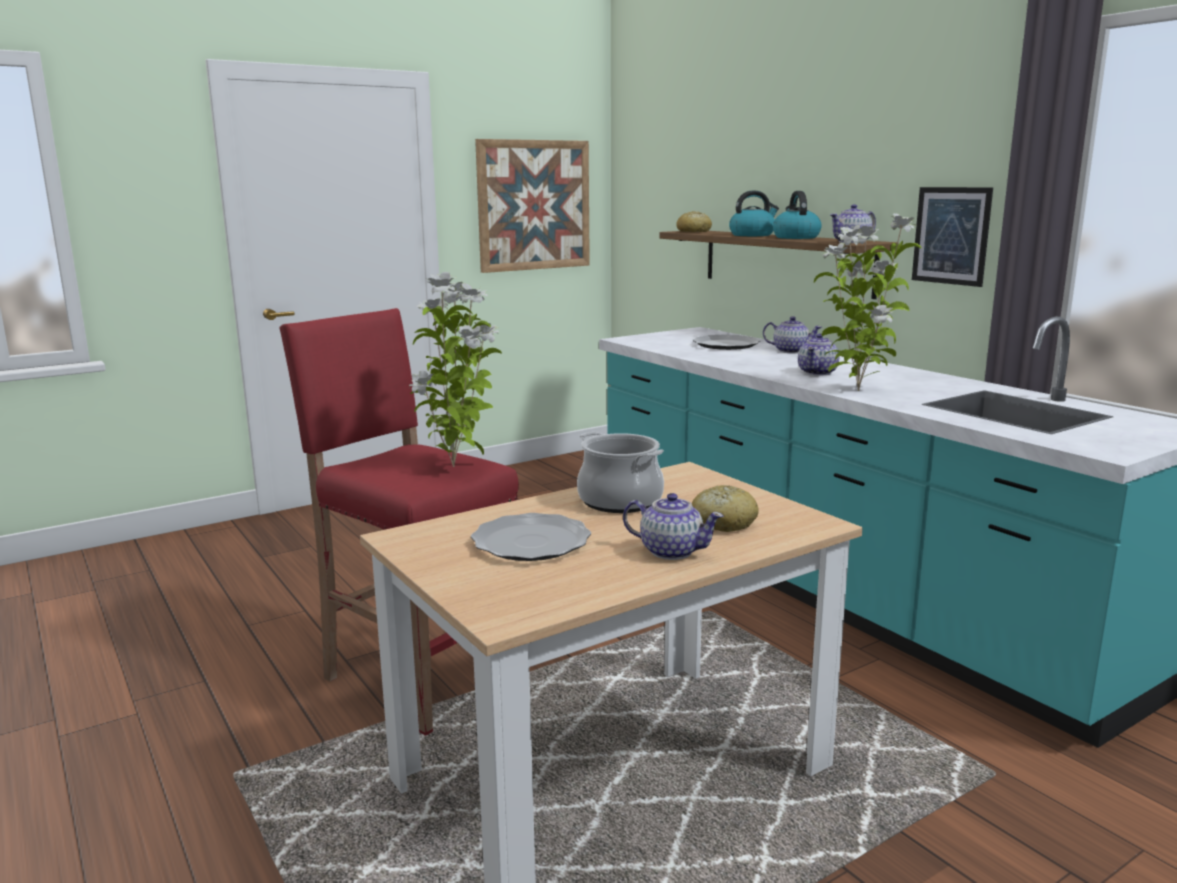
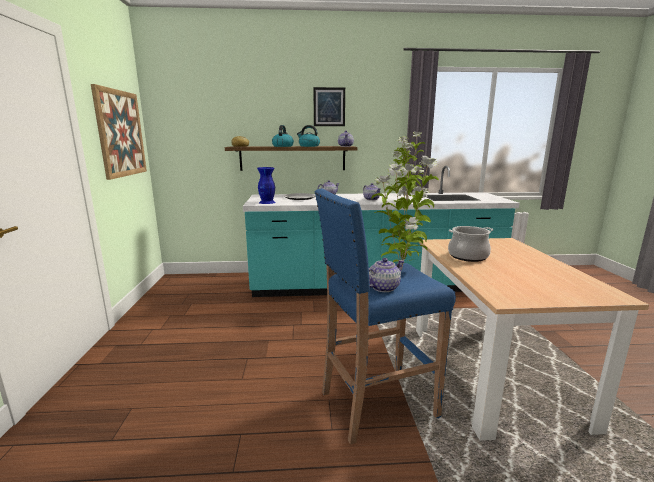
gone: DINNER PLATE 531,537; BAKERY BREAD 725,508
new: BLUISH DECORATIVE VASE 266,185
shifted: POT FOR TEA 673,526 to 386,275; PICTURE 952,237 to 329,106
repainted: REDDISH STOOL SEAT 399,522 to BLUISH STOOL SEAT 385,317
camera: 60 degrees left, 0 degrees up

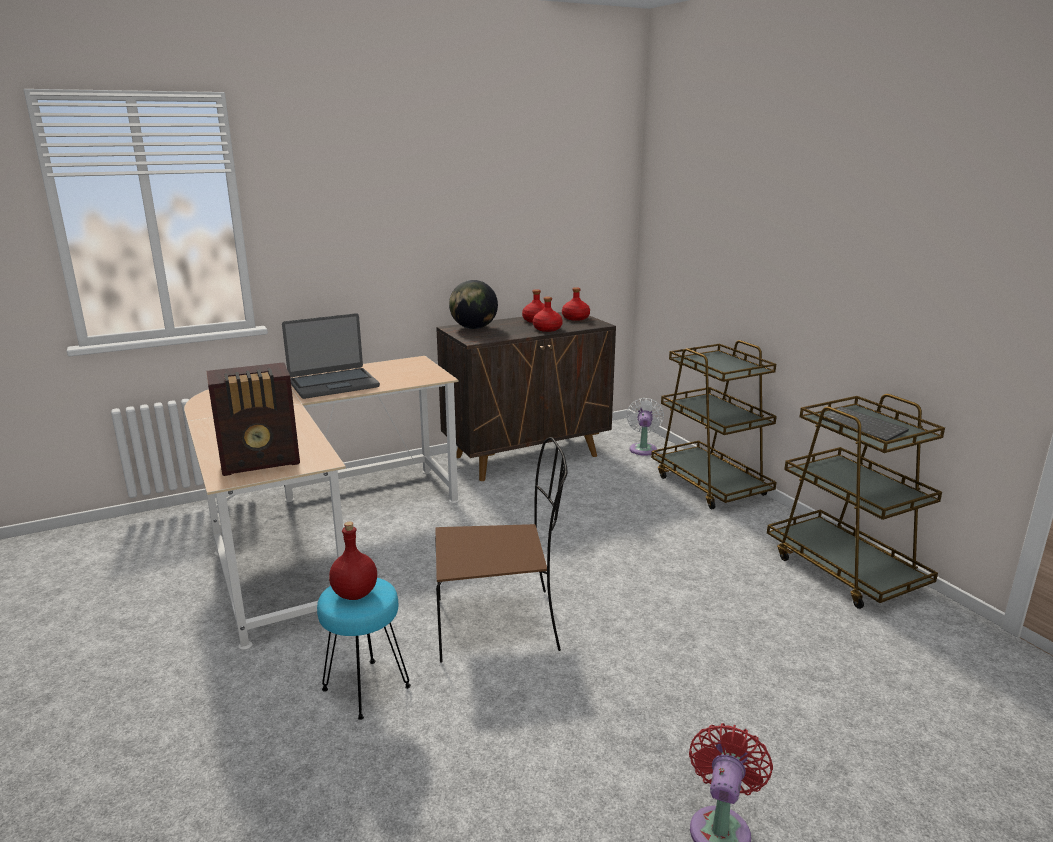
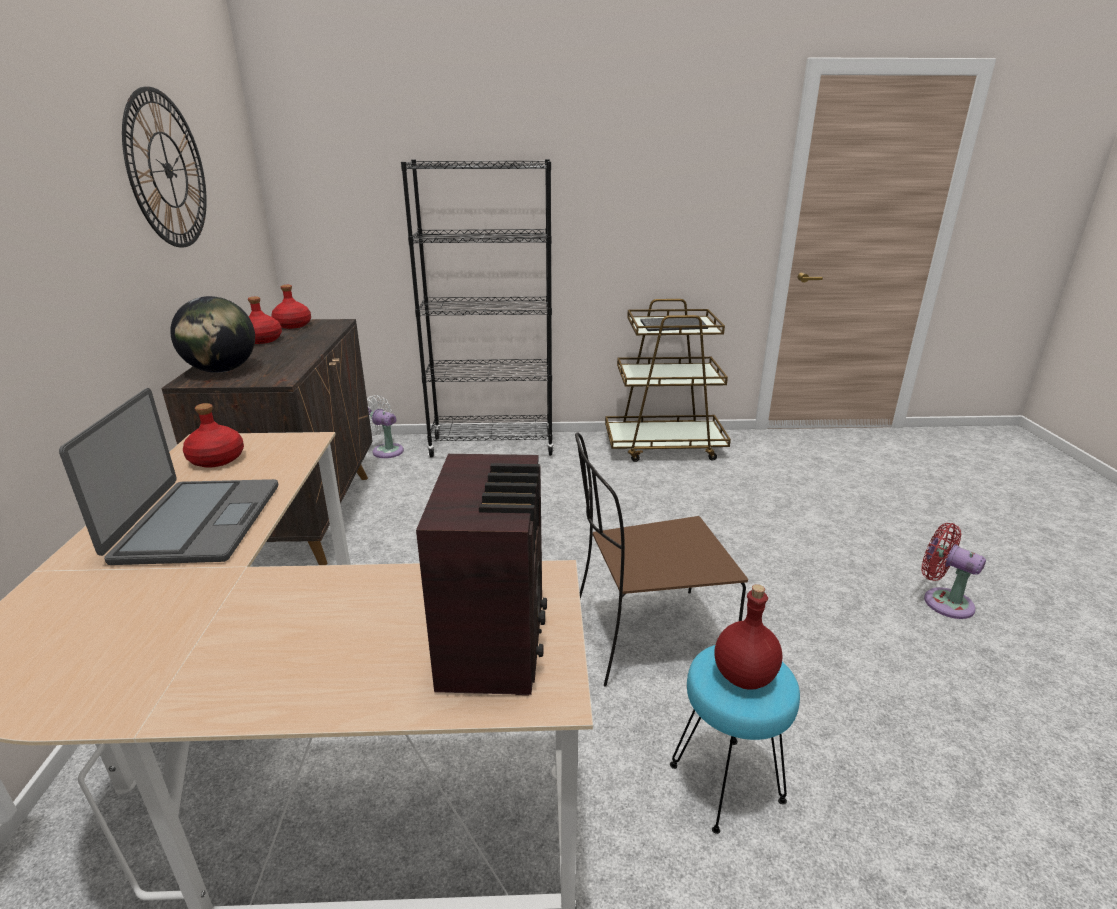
new: CLOCK ON THE WALL 164,167
shifted: REDDISH DRINK BOTTLE 548,314 to 213,435
swapped: BROWNISH WHEELED CART 714,425 to BLACKISH BOOKSHELF 477,308
rotated: BROWNISH PLAIN CHAIR 501,549 = 661,559 120 degrees counterclockwise
camera: 65 degrees left, 5 degrees up

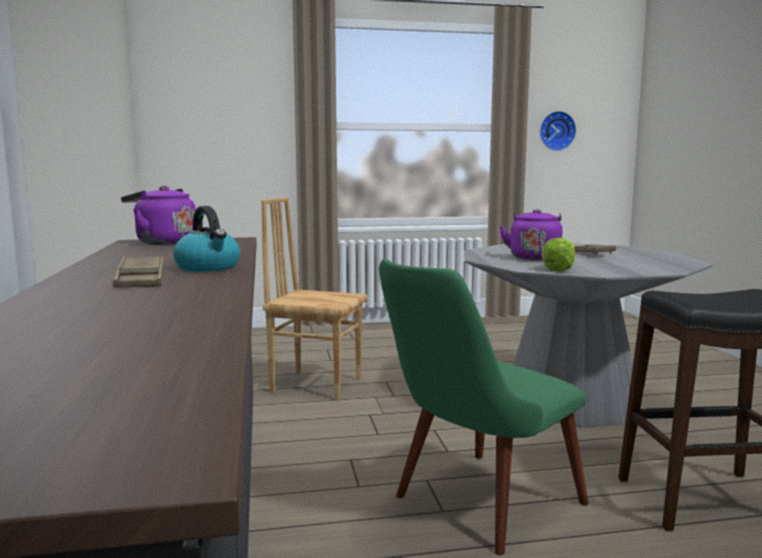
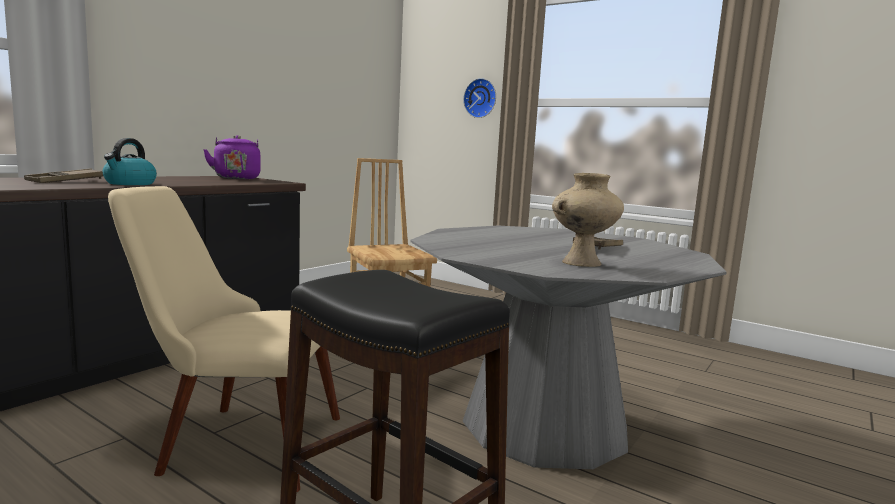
gone: PURPLE WATER KETTLE 531,234; LETTUCE 558,254
new: BEIGE-COLOURED DECORATIVE VASE 588,220
shifted: CLOCK ON THE WALL 558,131 to 479,98
repainted: GREEN-COLOURED PLAIN CHAIR 484,406 to BEIGE-COLOURED PLAIN CHAIR 224,339
camera: 45 degrees right, 0 degrees up

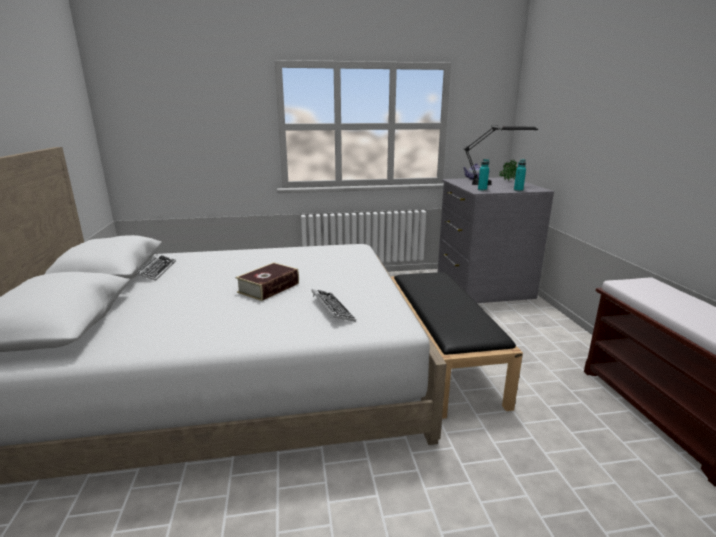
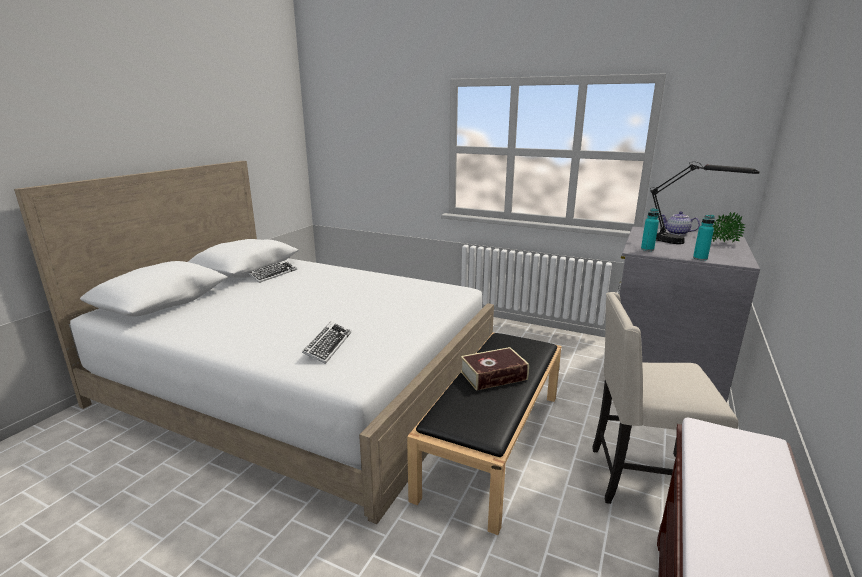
new: BEIGE-COLOURED PLAIN CHAIR 665,398
shifted: BOUND BOOK 267,281 to 494,369
camera: 35 degrees right, 0 degrees up

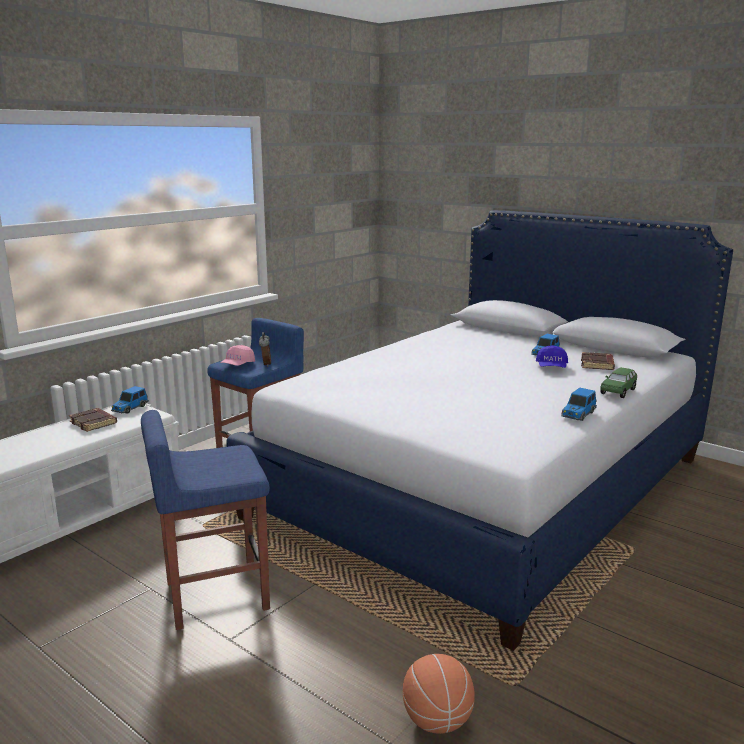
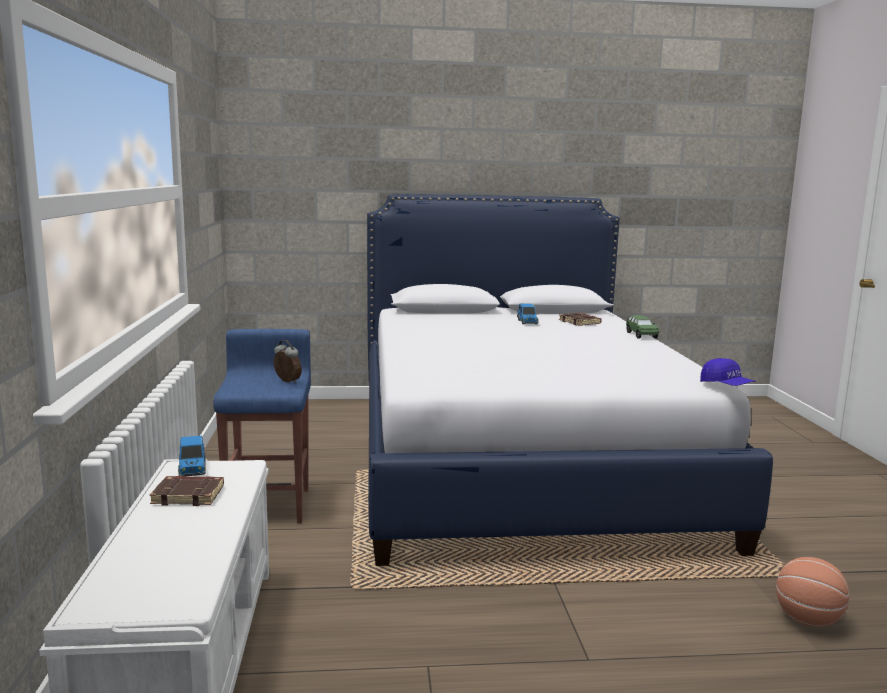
gone: BLUISH STOOL SEAT 205,520; PINKISH BASEBALL CAP 237,355; MODEL CAR 579,404
shifted: BLUISH BASEBALL CAP 552,356 to 728,372
camera: 45 degrees left, 5 degrees down

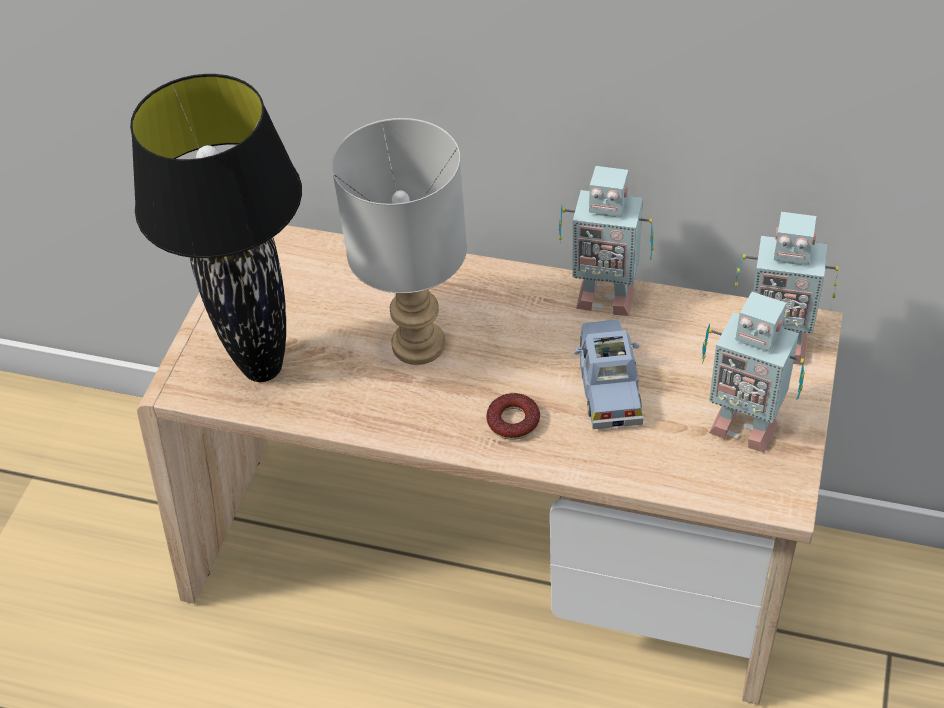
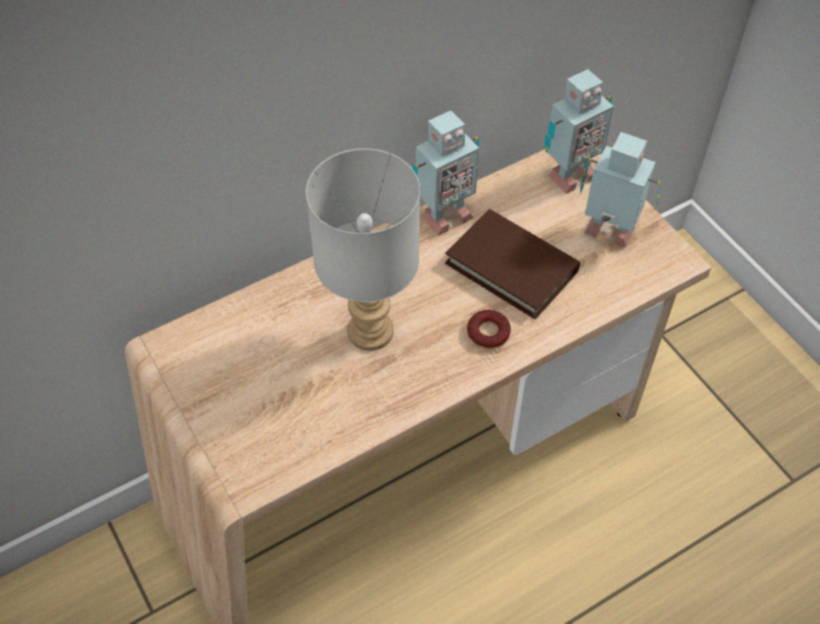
gone: BLACKISH TABLETOP LAMP 216,228
swapped: BLUISH MODEL CAR 608,374 to BROWNISH BOUND BOOK 512,264
rotated: ROBOT FIGURE 753,372 = 621,189 135 degrees counterclockwise
camera: 50 degrees left, 5 degrees up

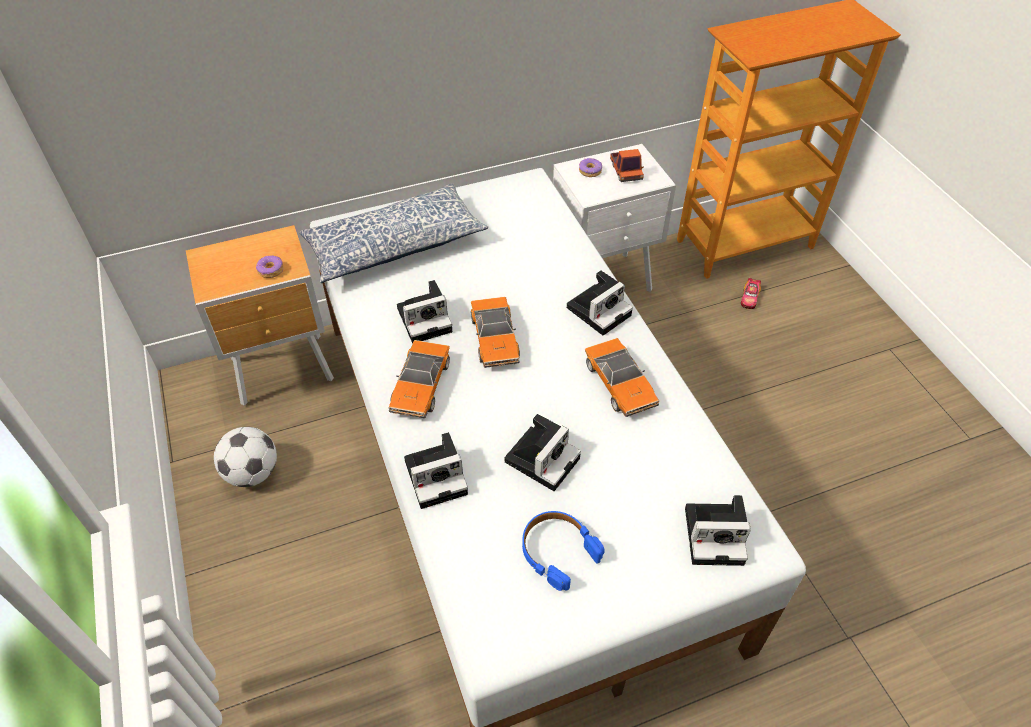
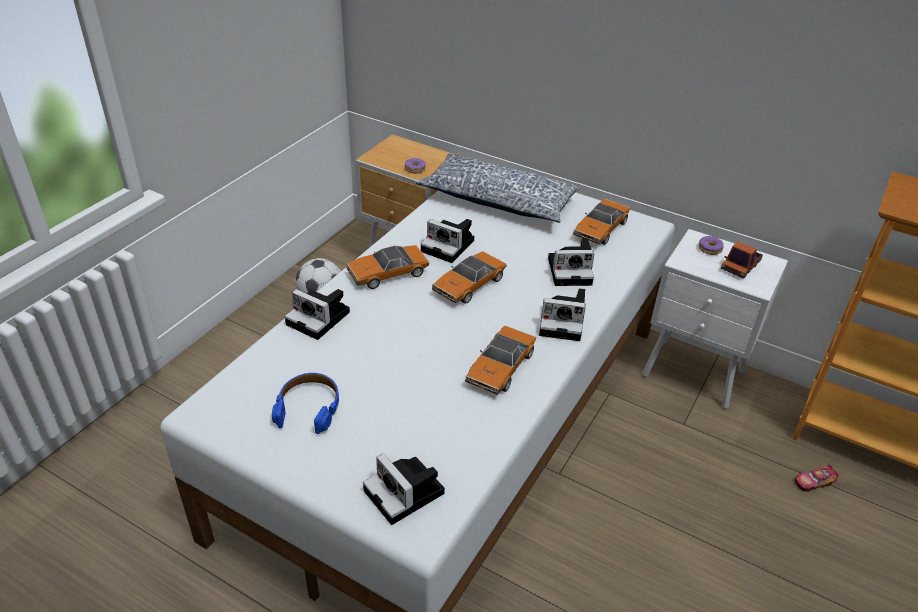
new: MODEL CAR 601,222
shifted: STILL CAMERA 543,452 to 571,262
camera: 50 degrees right, 10 degrees down

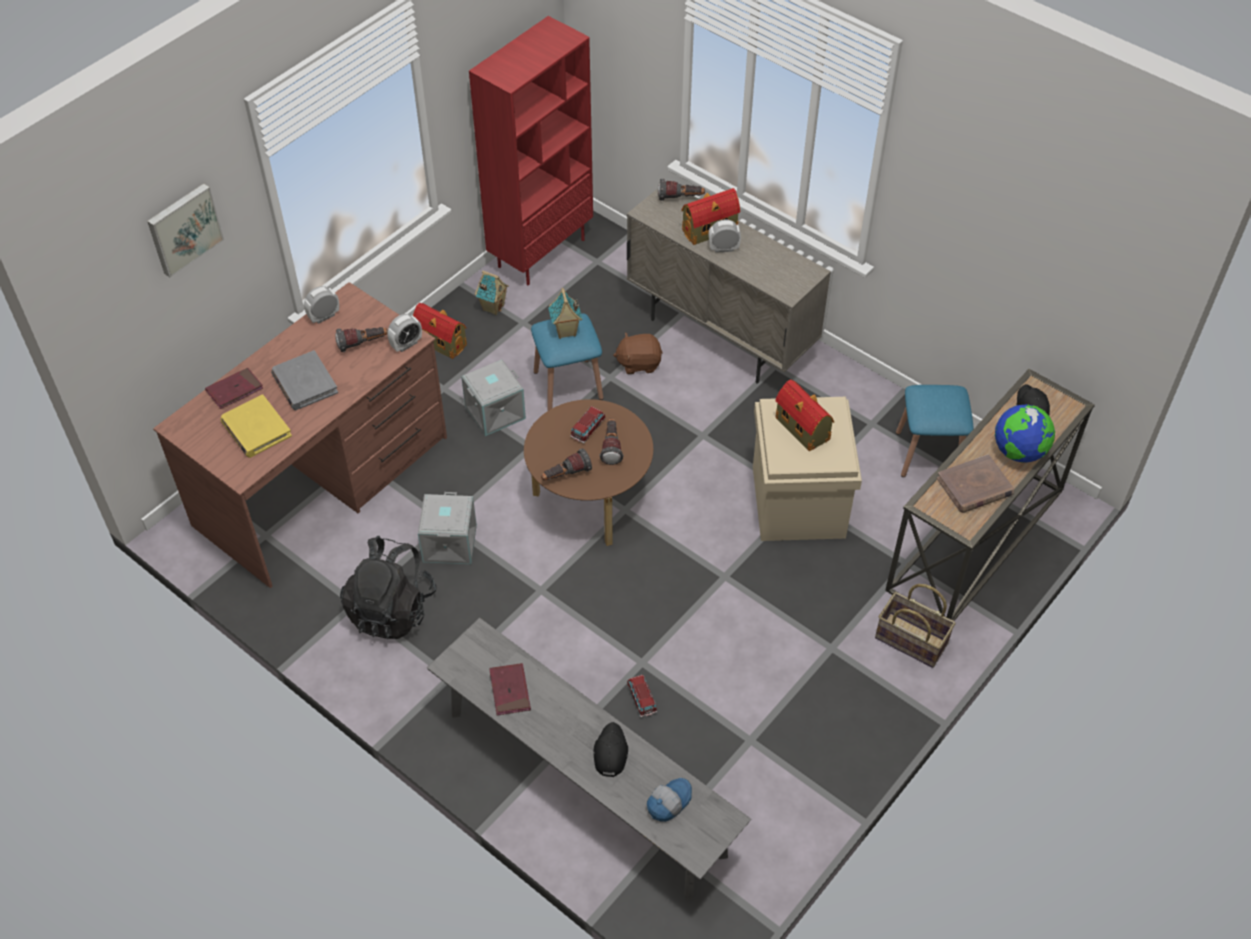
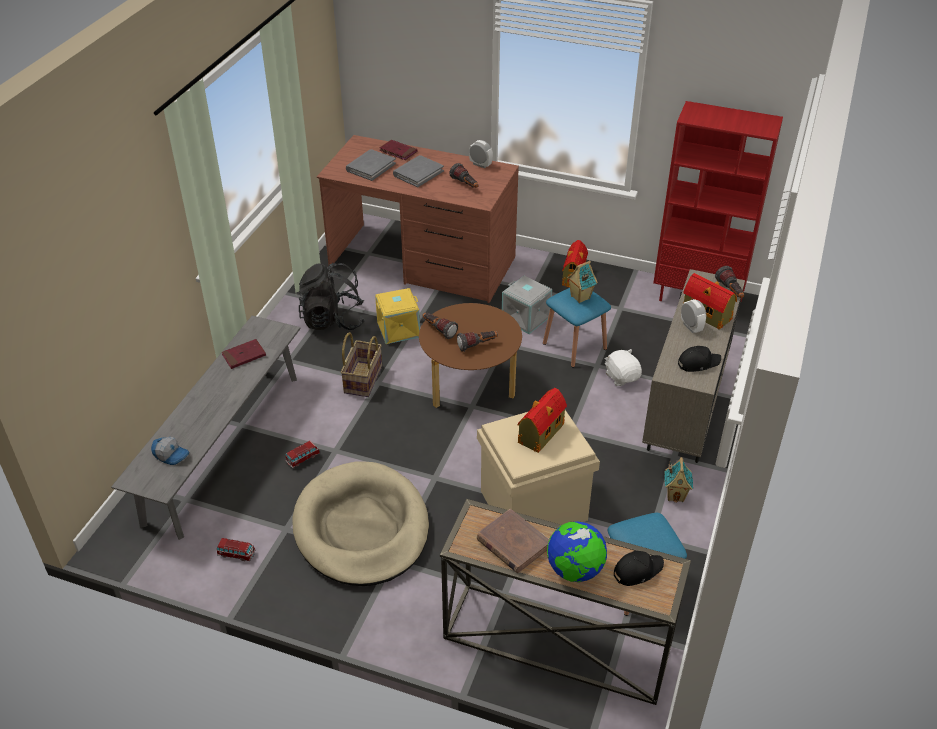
gone: PICTURE 185,230; ALARM CLOCK 404,333
new: BEIGE-COLOURED PET BED 360,524
shifted: MODEL HOUSE 492,293 to 678,479; MODEL CAR 587,424 to 236,549; BLACKISH BASEBALL CAP 611,749 to 699,359; STORAGE BASKET 915,626 to 361,364
repainted: YELLOW-COLOURED BOUND BOOK 256,426 to GREY BOUND BOOK 371,165; GREY STORAGE BOX 447,528 to YELLOW-COLOURED STORAGE BOX 397,316; BROWNISH PLUSH TOY 638,353 to WHITE-COLOURED PLUSH TOY 623,367
camera: 70 degrees right, 10 degrees down

